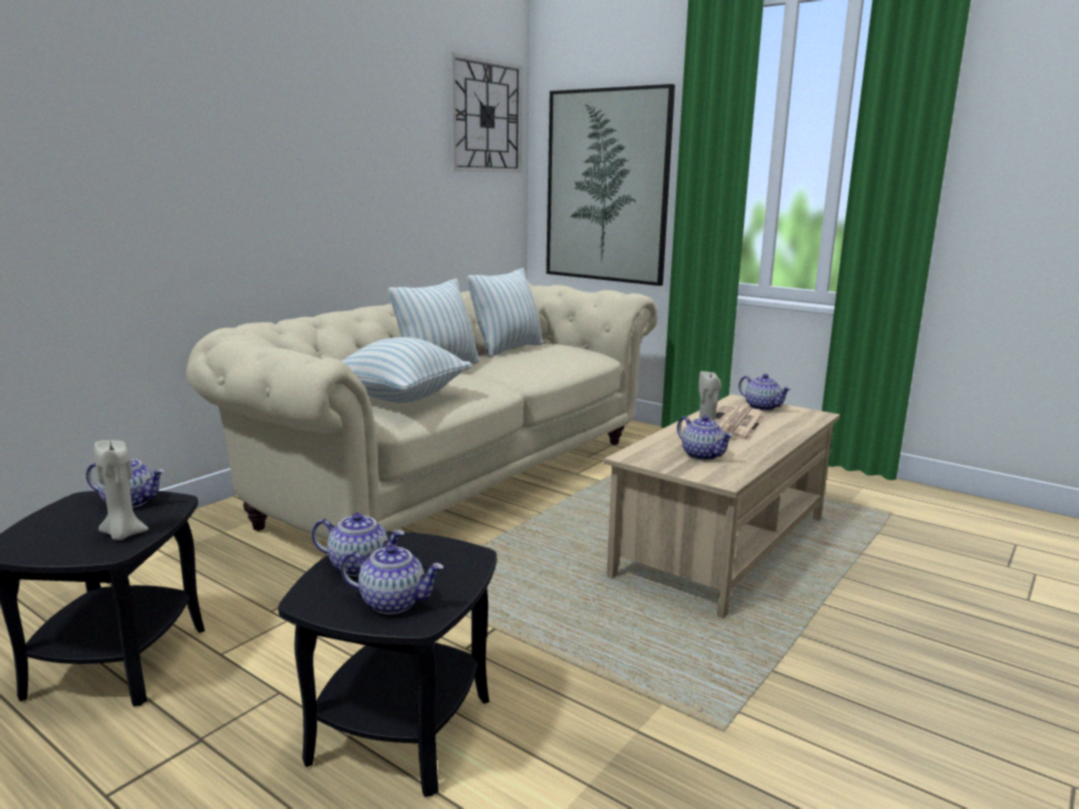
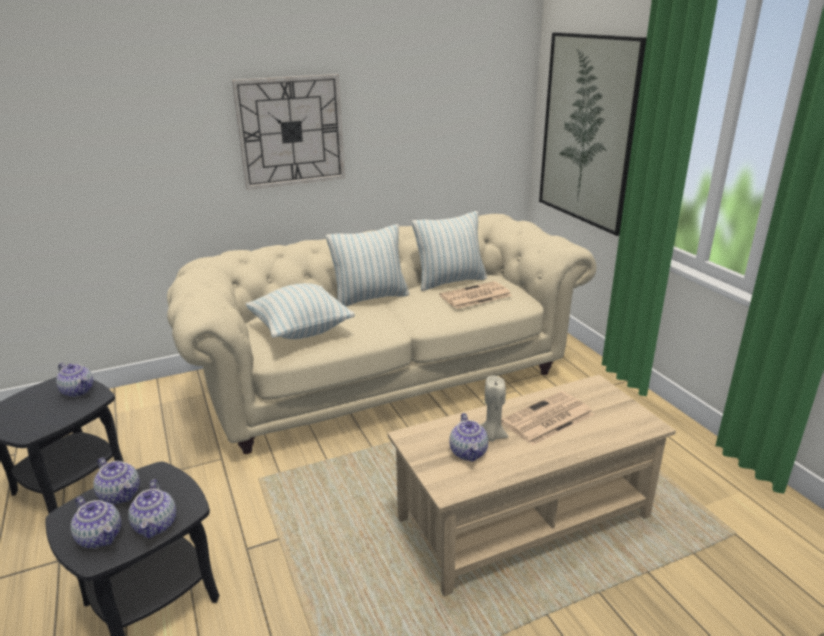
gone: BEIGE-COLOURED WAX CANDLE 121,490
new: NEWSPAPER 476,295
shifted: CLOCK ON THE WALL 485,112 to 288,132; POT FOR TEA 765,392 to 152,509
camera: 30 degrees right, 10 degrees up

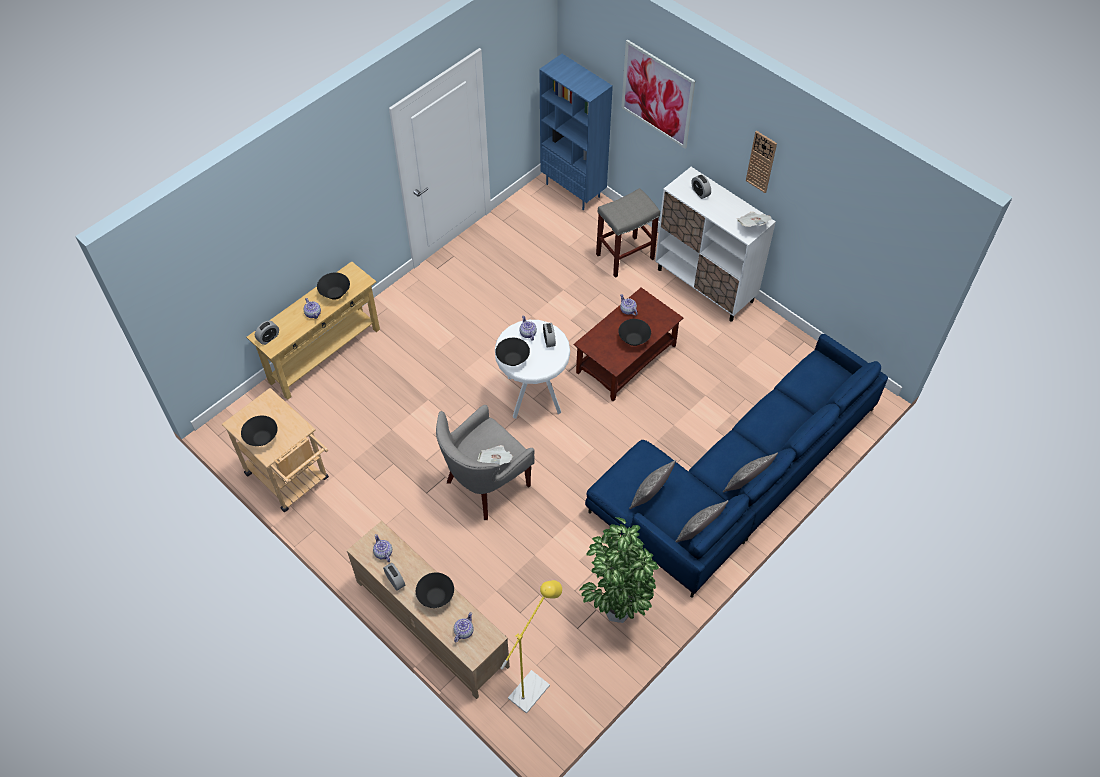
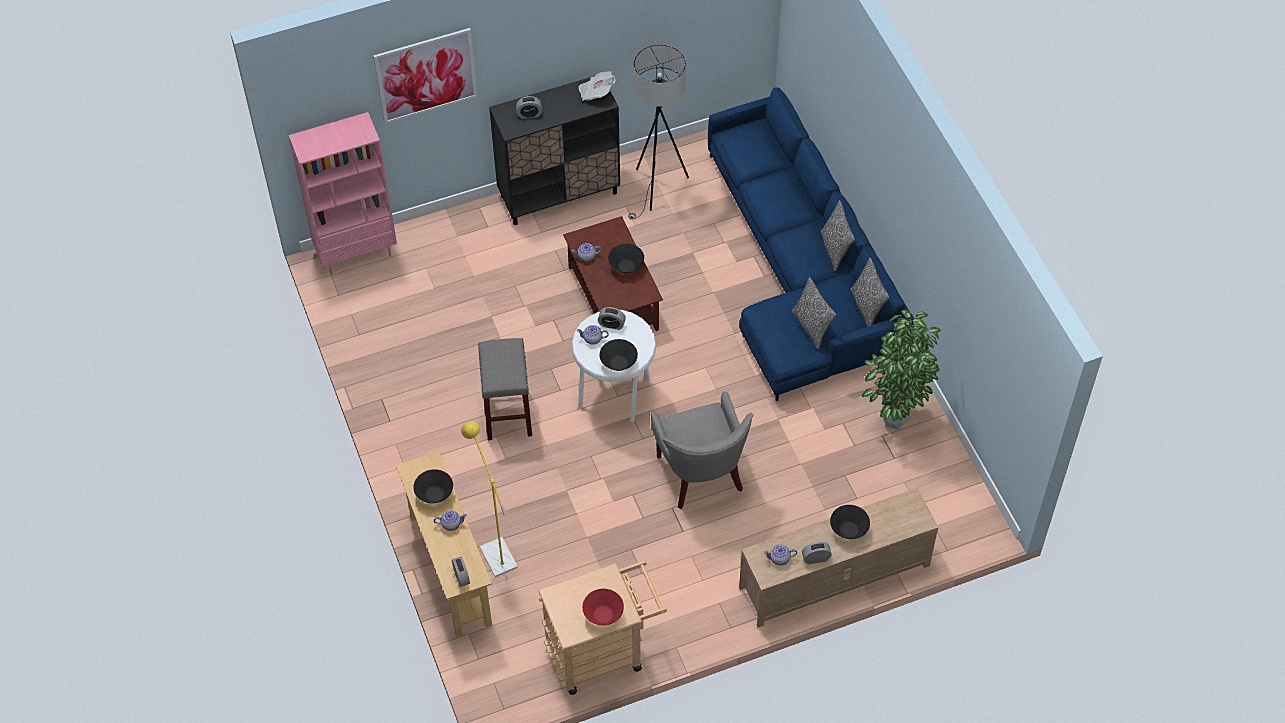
gone: POT FOR TEA 464,627; NEWSPAPER 495,455; CLOCK ON THE WALL 761,162
new: GREY STANDARD LAMP 658,132
shifted: YELLOW-COLOURED STANDARD LAMP 531,647 to 489,499; GREY STOOL SEAT 628,233 to 505,389
repainted: BLACKISH DEEP DISH 259,431 to REDDISH DEEP DISH 603,607; BLUISH BOOKSHELF 576,132 to PINKISH BOOKSHELF 343,193; WHITE-COLOURED STORAGE CABINET 715,244 to BLACKISH STORAGE CABINET 554,150
camera: 65 degrees left, 0 degrees up

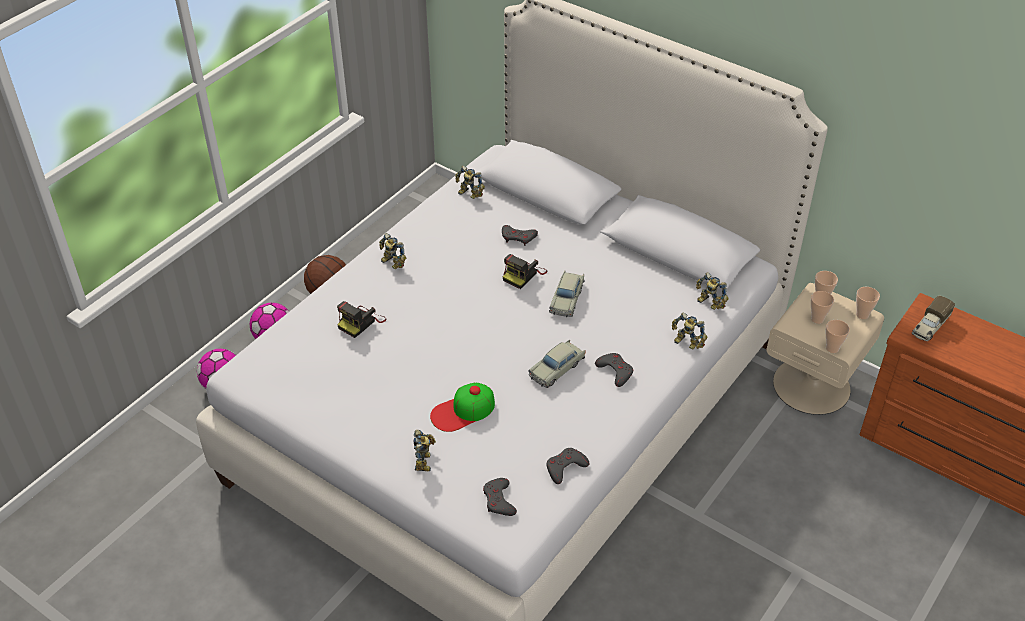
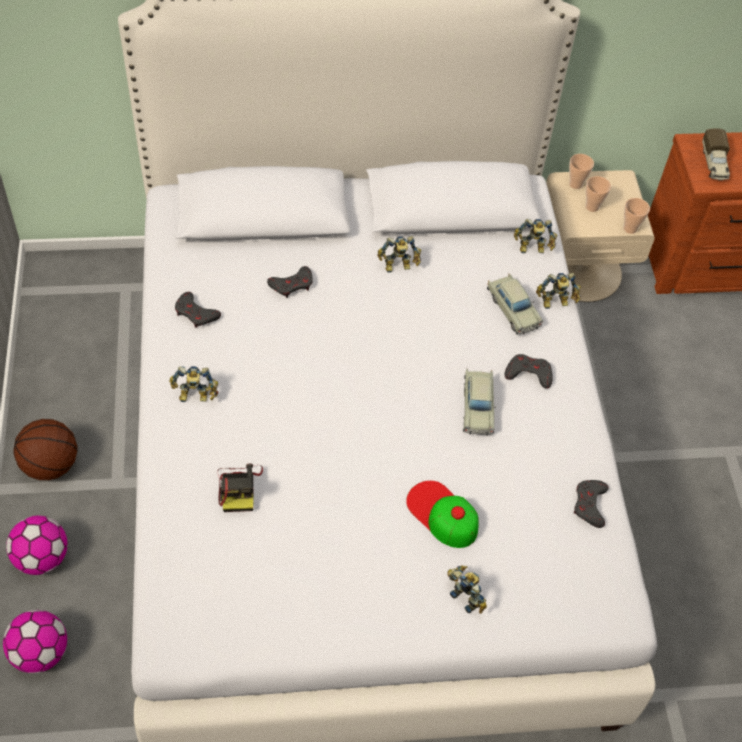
gone: STILL CAMERA 525,271; DRINKING CUP 868,303
shifted: ROBOT FIGURE 470,182 to 399,254; GREY GAME CONTROLLER 500,497 to 198,310; BEIGE-COLOURED MODEL CAR 566,293 to 515,303
rotated: BASEBALL CAP 462,407 = 442,514 120 degrees clockwise
camera: 45 degrees left, 10 degrees up

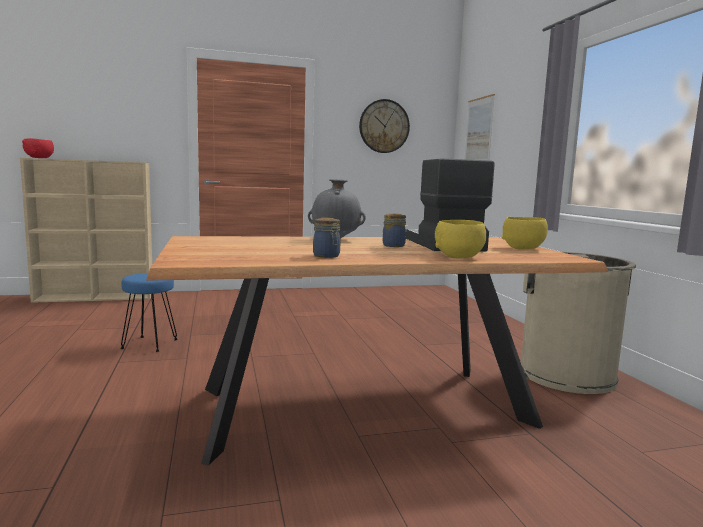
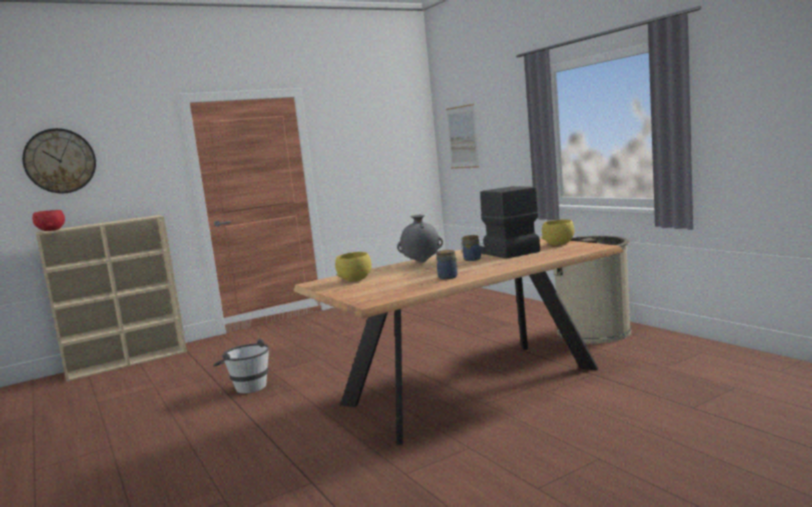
shifted: CLOCK ON THE WALL 384,126 to 59,161; YELLOW-COLOURED DEEP DISH 460,239 to 353,267
swapped: BLUISH STOOL SEAT 149,312 to WHITE-COLOURED PAIL 241,366
camera: 15 degrees left, 0 degrees up

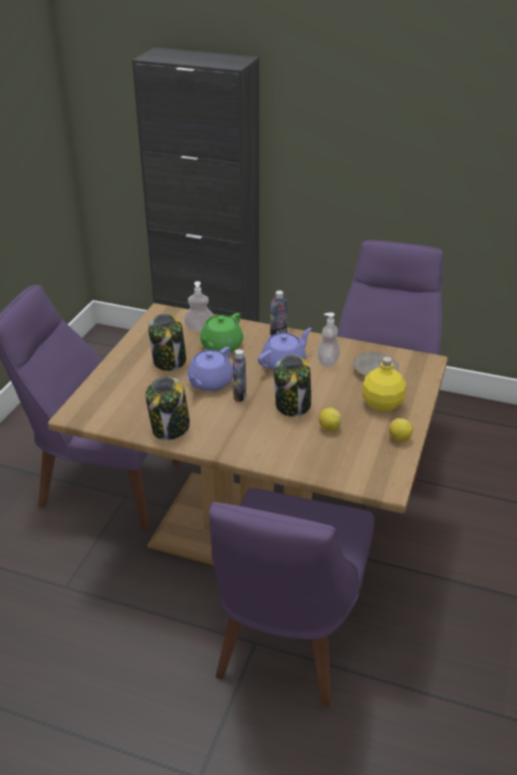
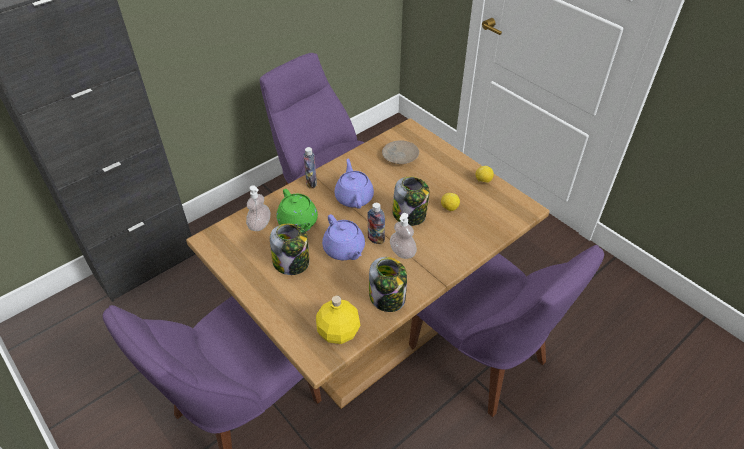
shifted: SOAP BOTTLE 328,339 to 403,236; YELLOW-COLOURED DRINK BOTTLE 384,384 to 338,320
camera: 60 degrees left, 10 degrees up

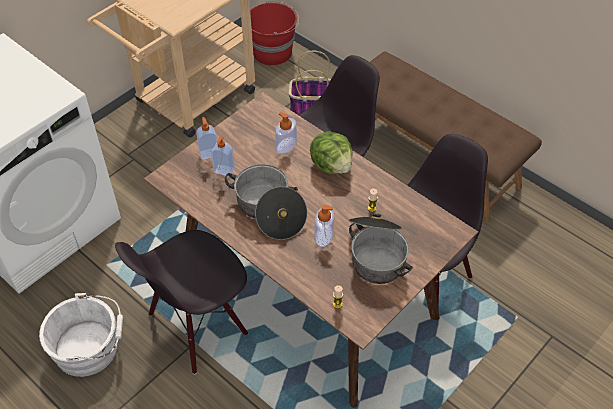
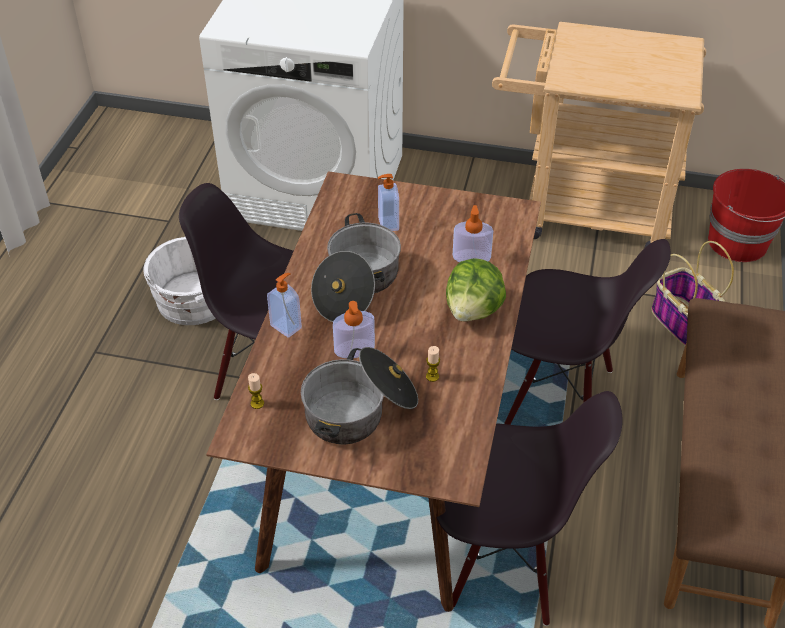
shifted: SOAP BOTTLE 206,138 to 284,305
camera: 60 degrees right, 5 degrees down

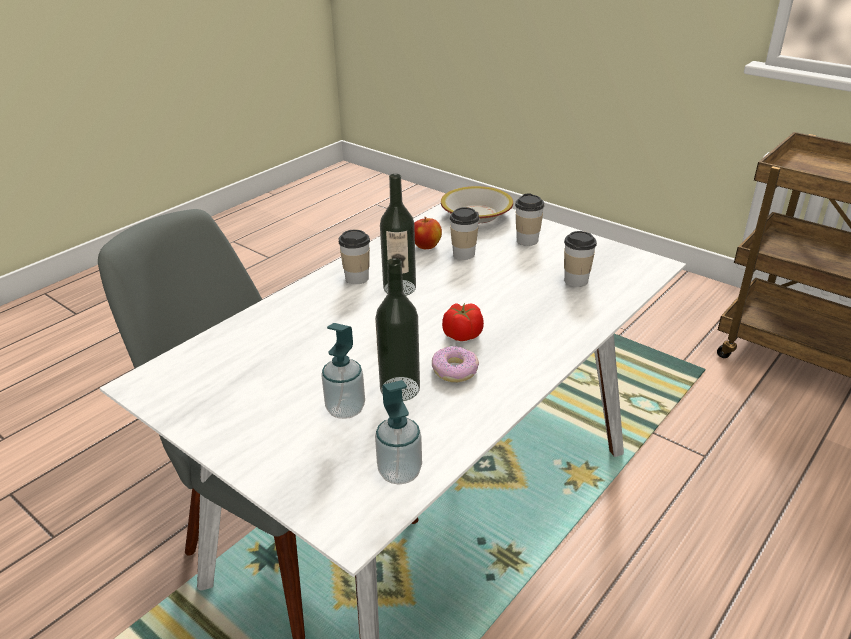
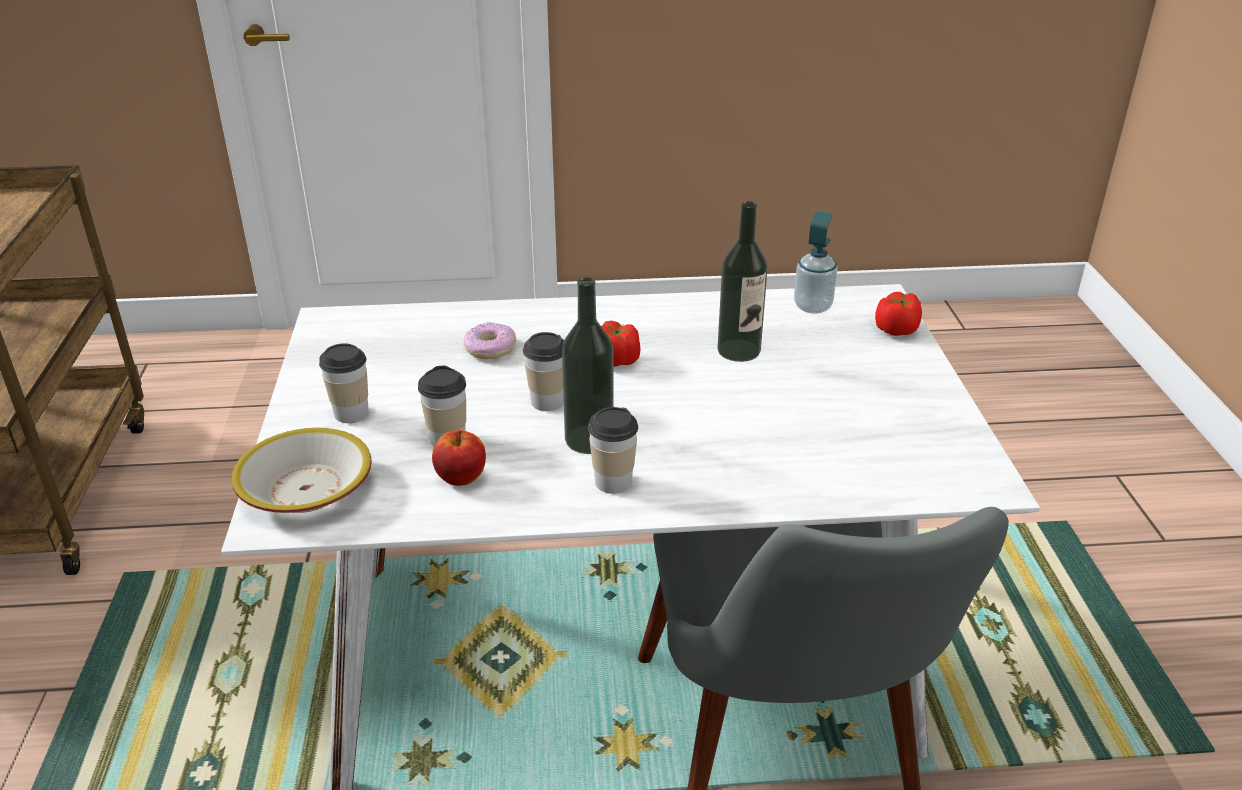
gone: SOAP BOTTLE 343,371
new: FRESH TOMATO 898,314
shifted: DOUGHNUT 455,364 to 489,341; DRINKING CUP 580,259 to 543,371
camera: 135 degrees left, 0 degrees up

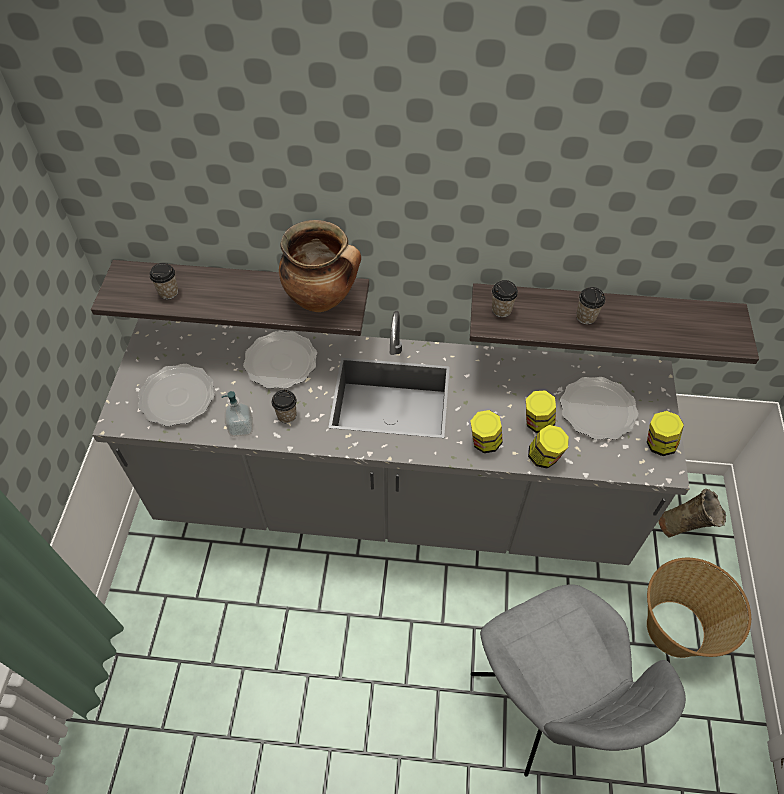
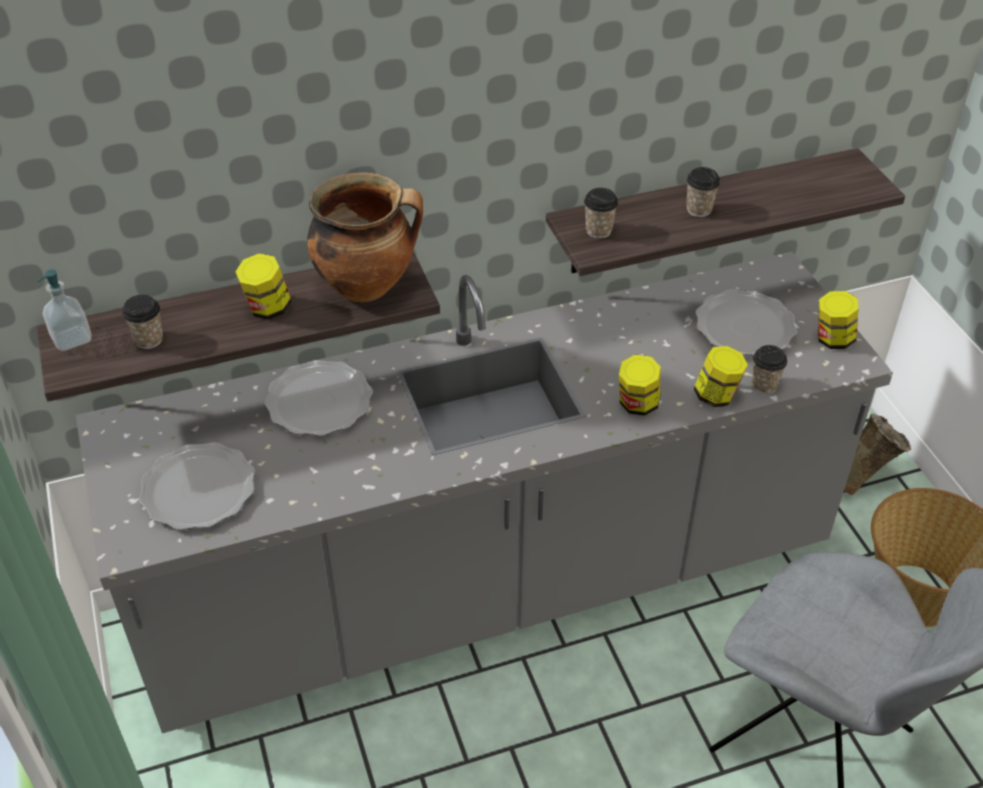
shifted: SOAP BOTTLE 237,414 to 64,310; DRINKING CUP 284,406 to 769,369; STORAGE JAR 541,411 to 263,286
camera: 25 degrees left, 10 degrees down

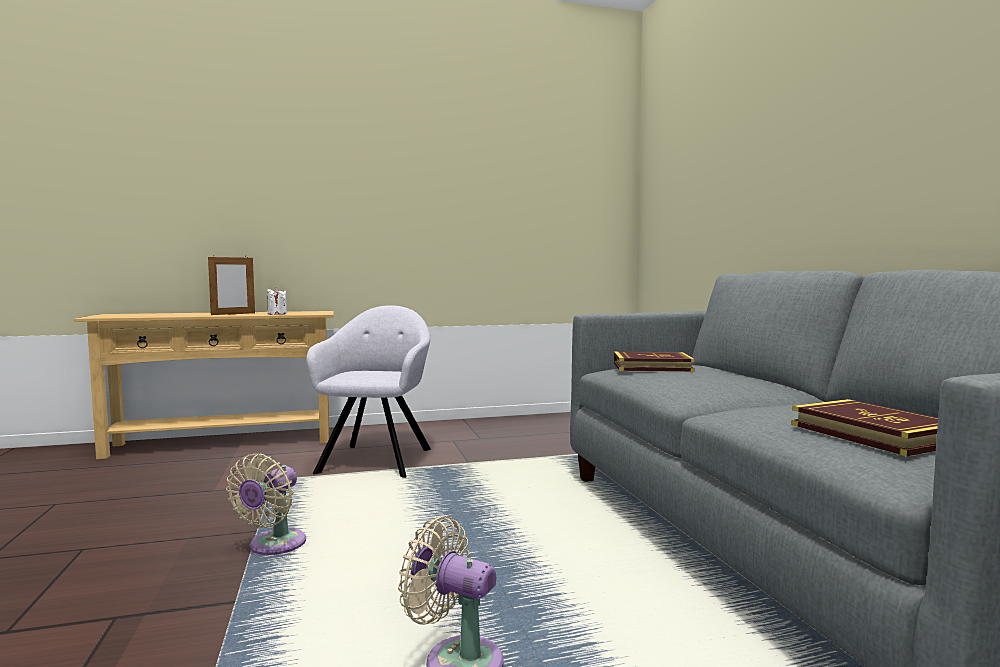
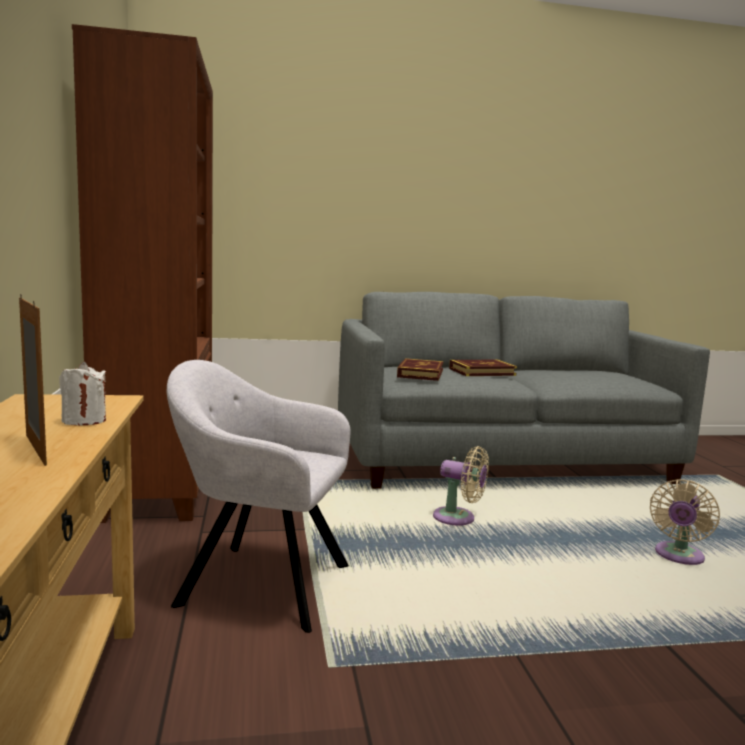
new: BROWNISH BOOKSHELF 142,273
shifted: BEIGE-COLOURED COOLING FAN 266,504 to 461,486; BOUND BOOK 864,427 to 483,368
camera: 85 degrees left, 5 degrees up

